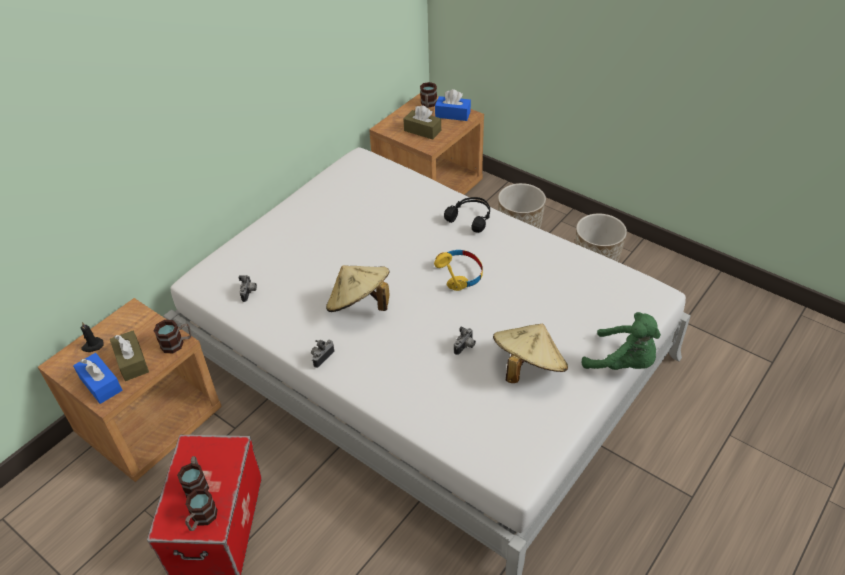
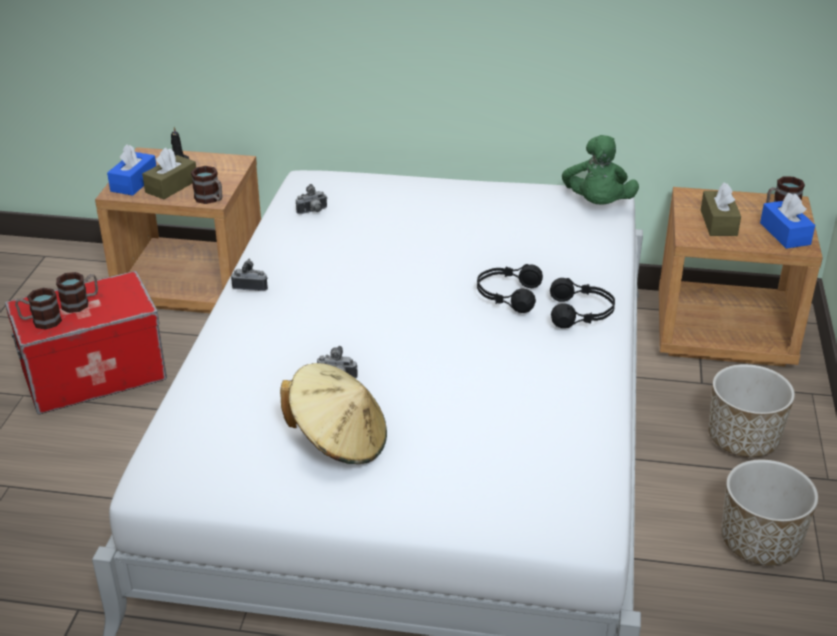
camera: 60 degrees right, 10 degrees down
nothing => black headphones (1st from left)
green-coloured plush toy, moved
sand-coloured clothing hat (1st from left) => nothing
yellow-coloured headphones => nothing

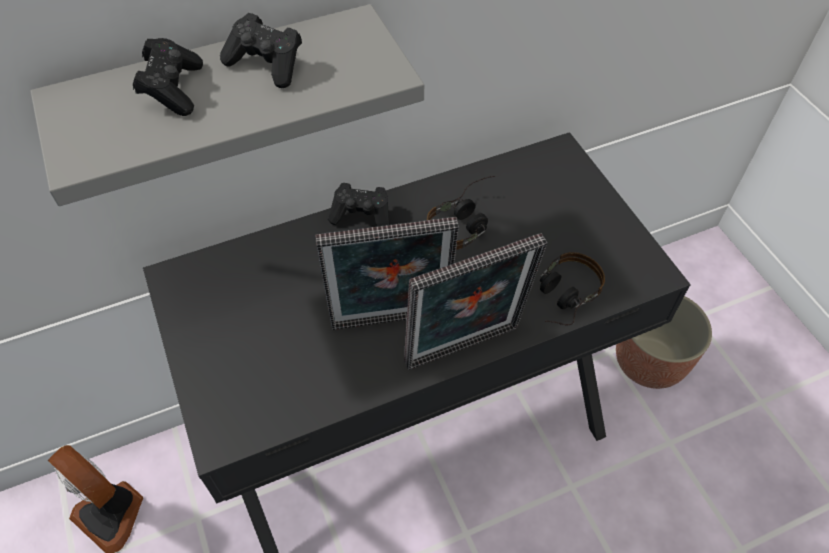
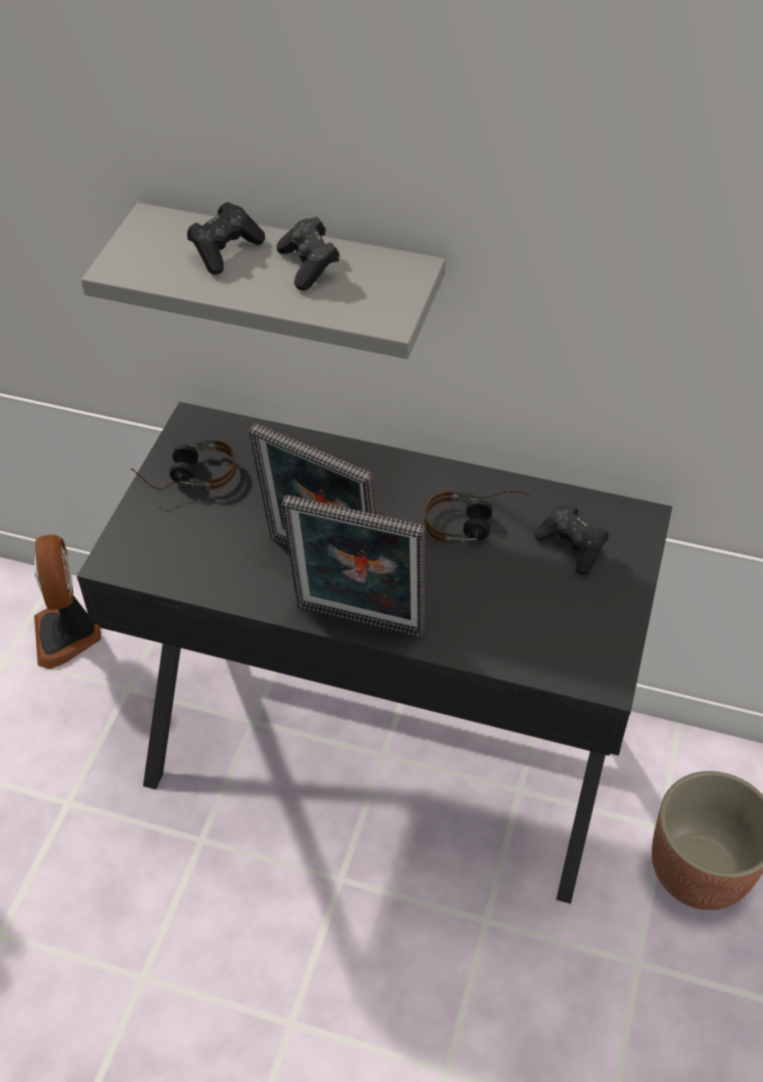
camera: 40 degrees right, 5 degrees down
headphones (2nd from left in the first image) => headphones (1st from left), moved
black gamepad (3rd from left), moved

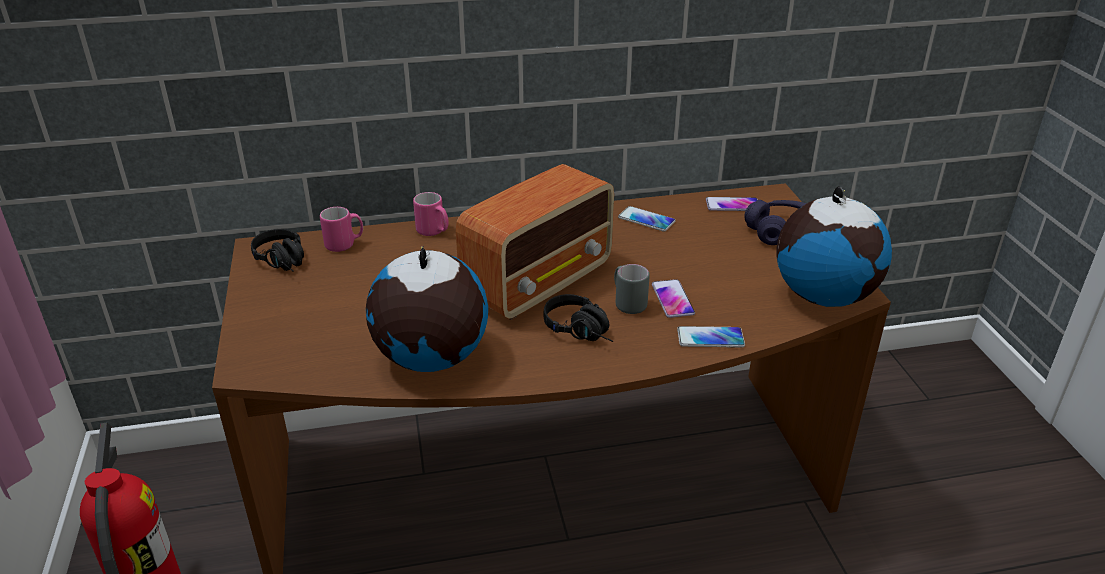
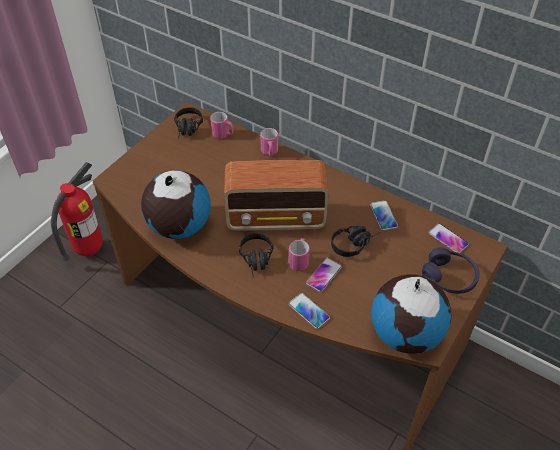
camera: 45 degrees right, 15 degrees up
greyish mug => pink mug (3rd from left)
nothing => black headphones (3rd from left)

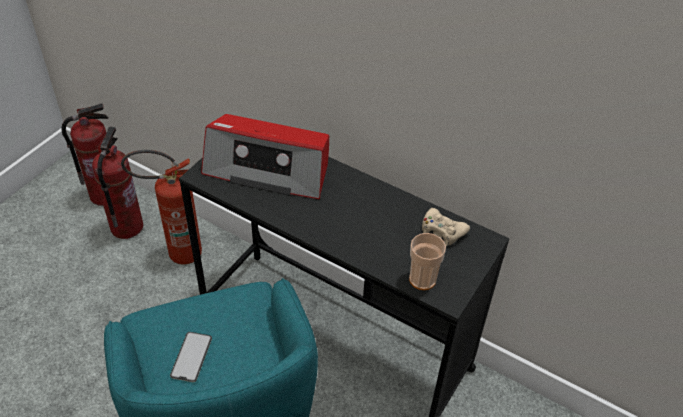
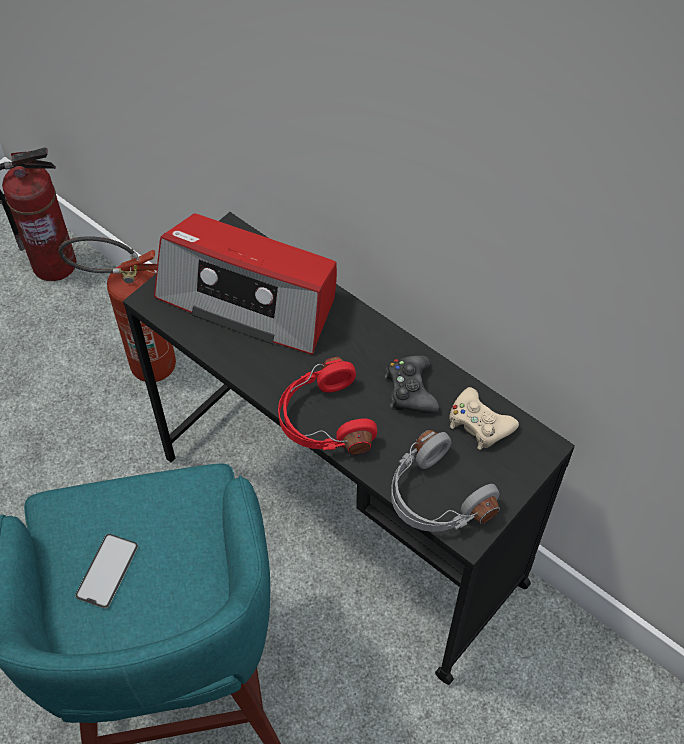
camera: 10 degrees right, 10 degrees up
nothing => reddish headphones
nothing => black gamepad
cup => greyish headphones
fire extinguisher (2nd from left) => nothing

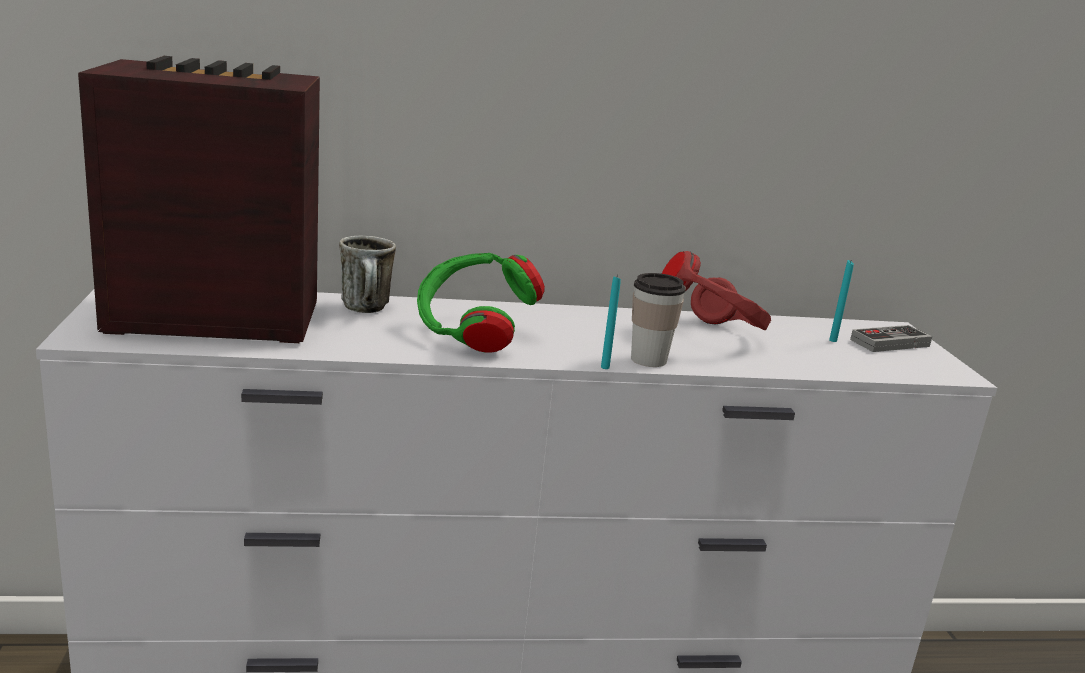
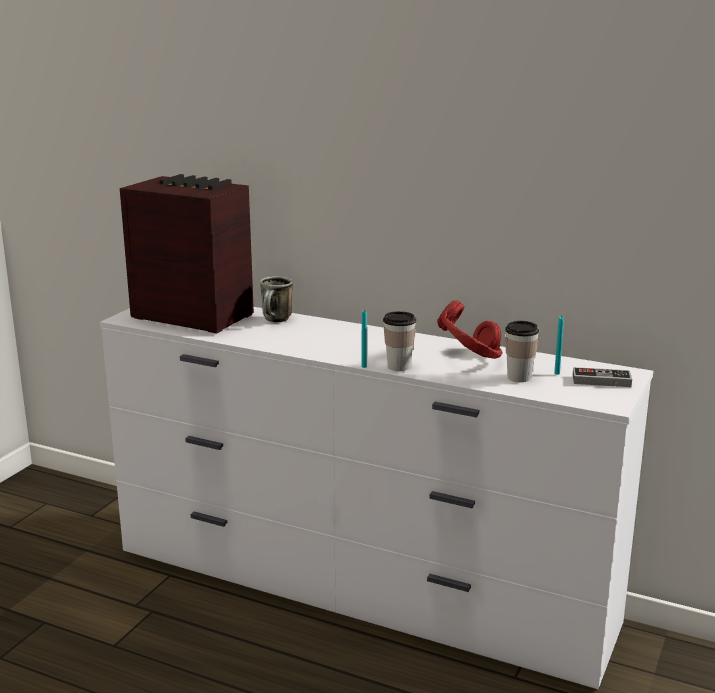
camera: 35 degrees right, 0 degrees up
nothing => cup (2nd from left)
green-coloured headphones => nothing

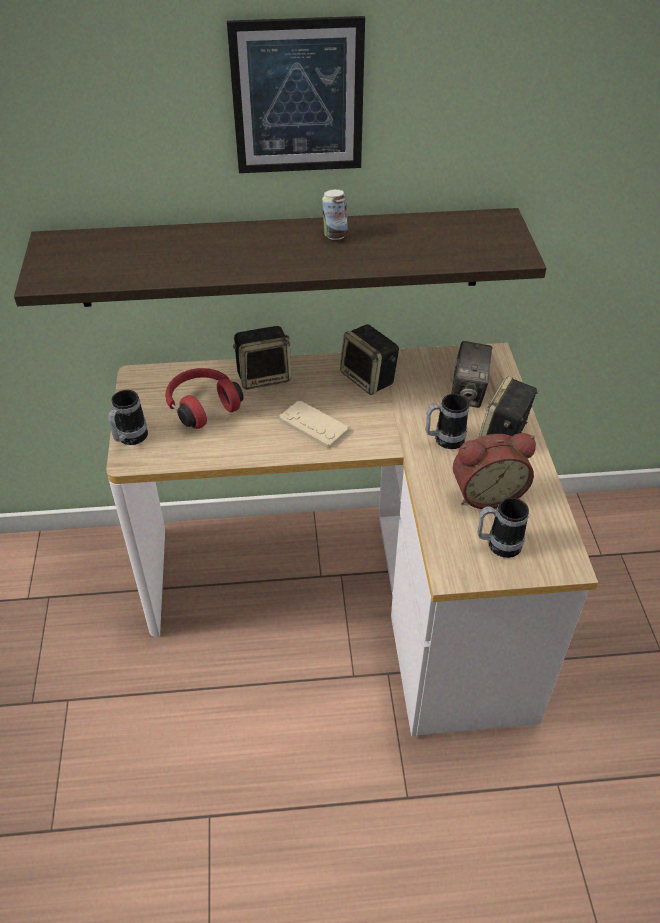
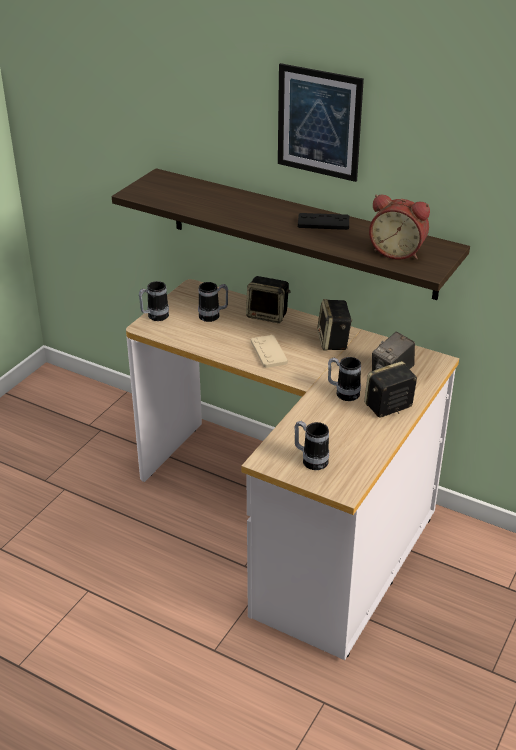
camera: 35 degrees right, 10 degrees down
reddish headphones => mug (2nd from left)
sealed can => black gamepad
bedside clock, moved

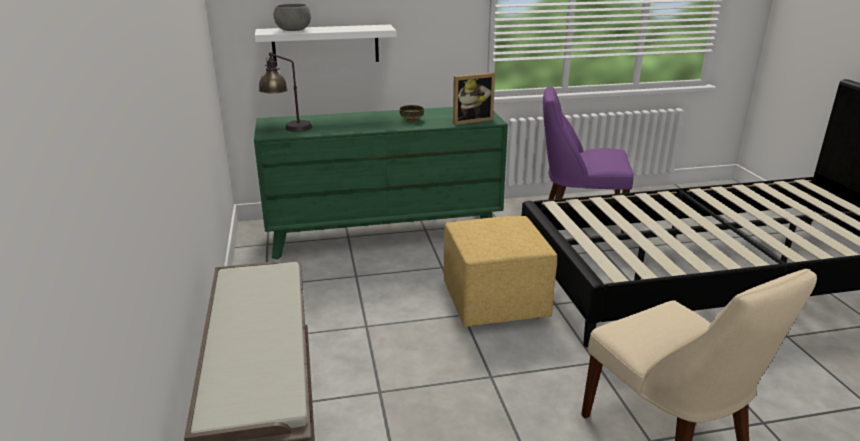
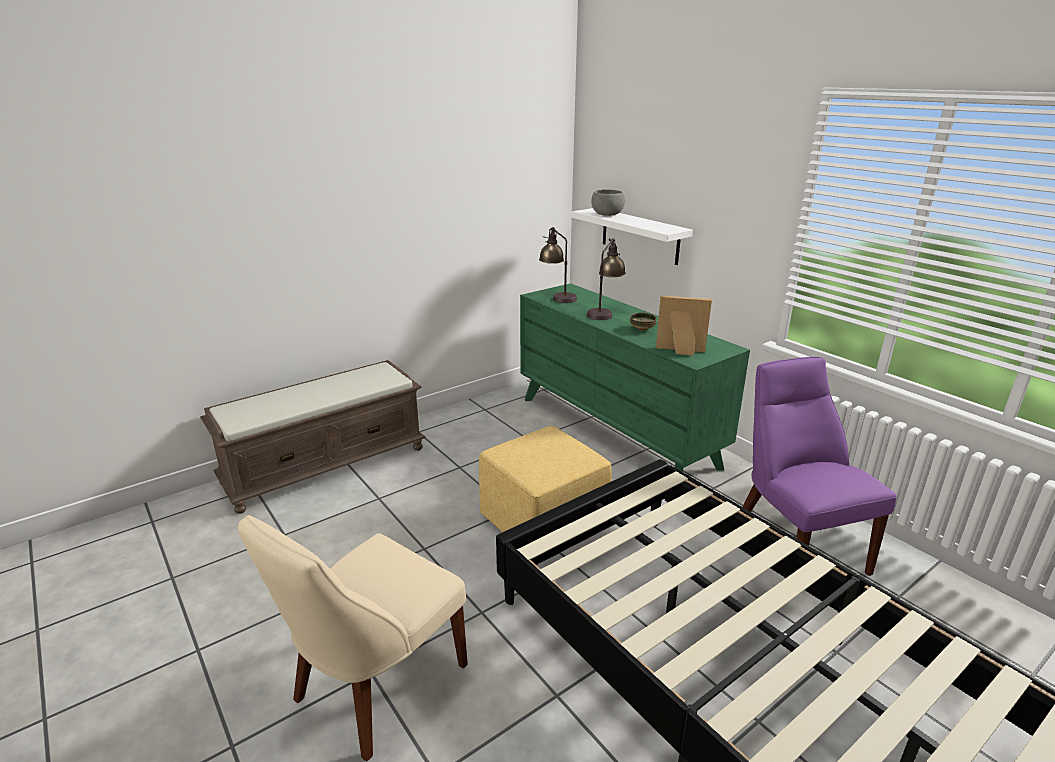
camera: 65 degrees right, 0 degrees up
nothing => tabletop lamp (2nd from left)
photo frame, 150 degrees clockwise

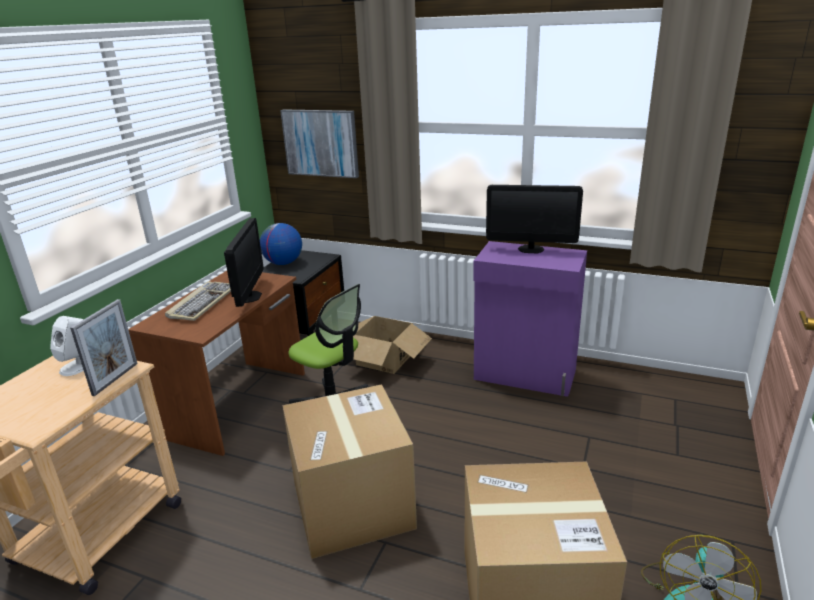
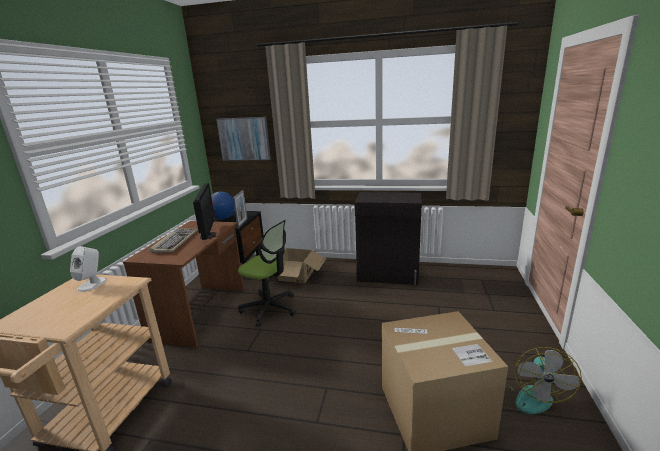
camera: 10 degrees left, 5 degrees down
photo frame, moved
purple cabinet => black cabinet
cardboard box (1st from left) => nothing
computer display (2nd from left) => nothing

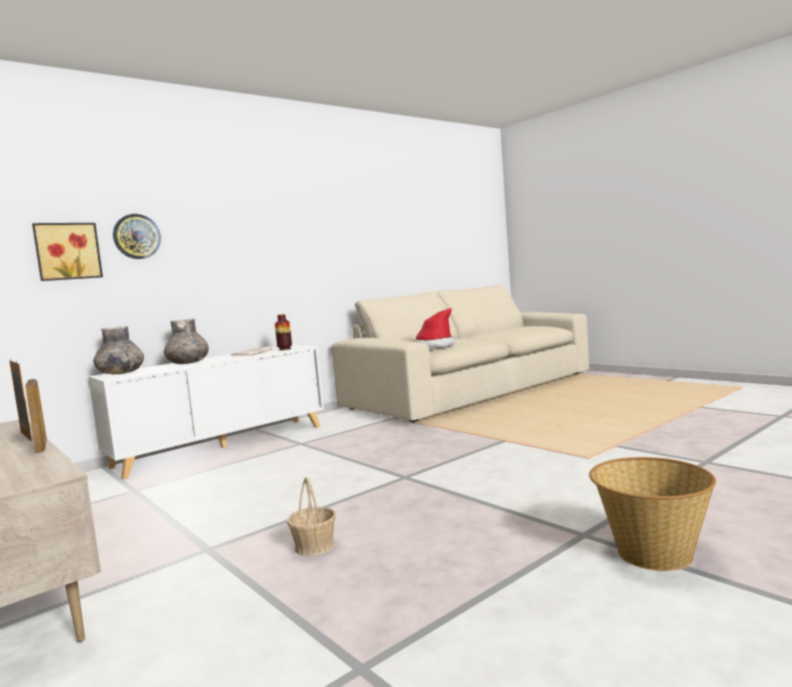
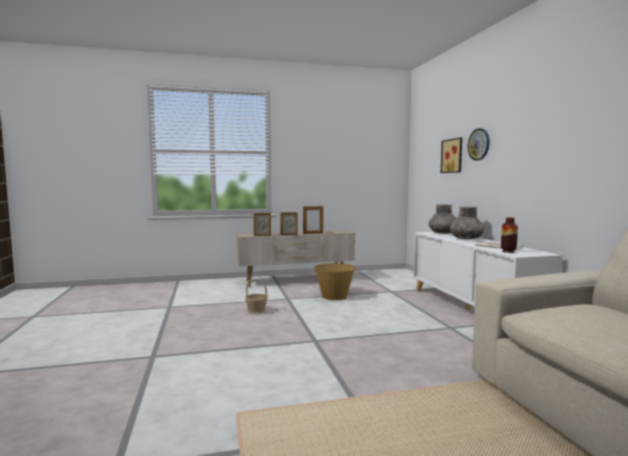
camera: 115 degrees right, 0 degrees up
nothing => photo frame (1st from left)
household basket (2nd from left), moved
clothing hat => nothing

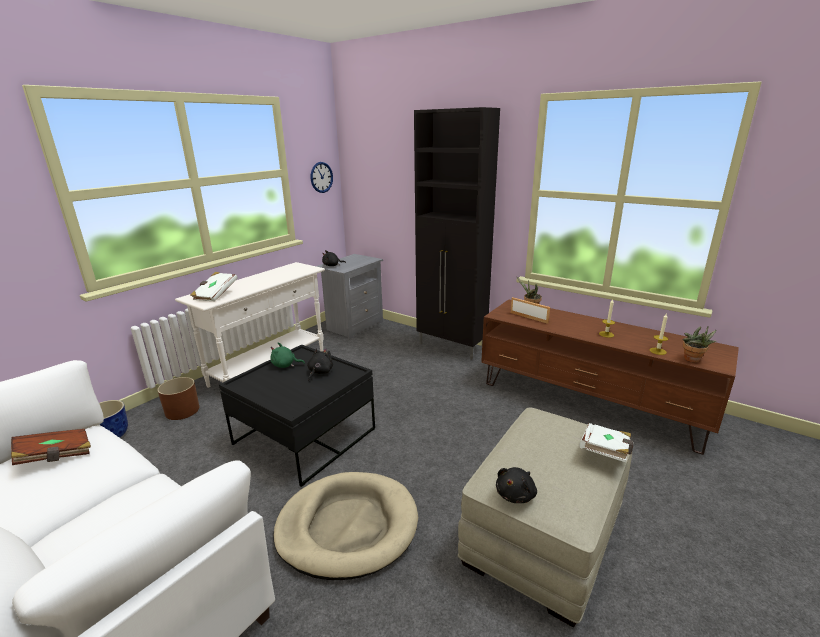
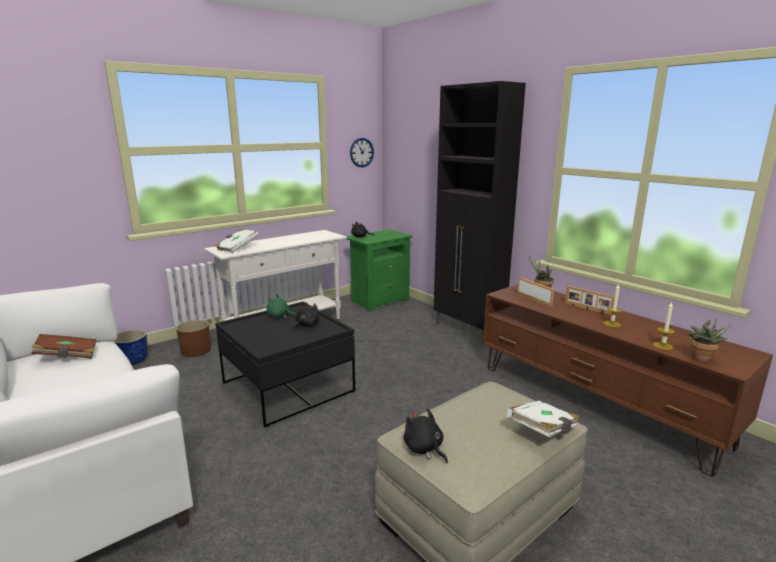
camera: 15 degrees right, 5 degrees down
greyish night table => green-coloured night table
black plush toy (3rd from left), 90 degrees clockwise
nothing => photo frame (2nd from left)
sand-coloured pet bed => nothing

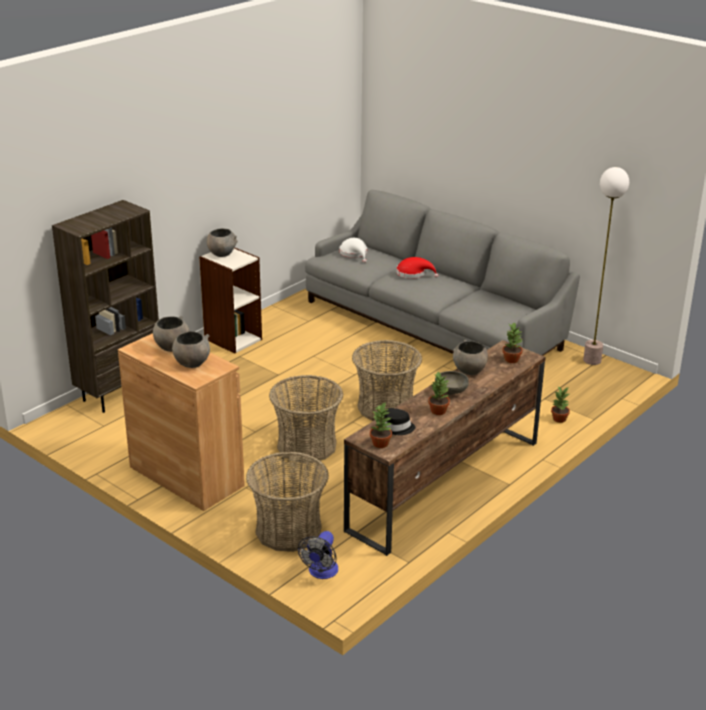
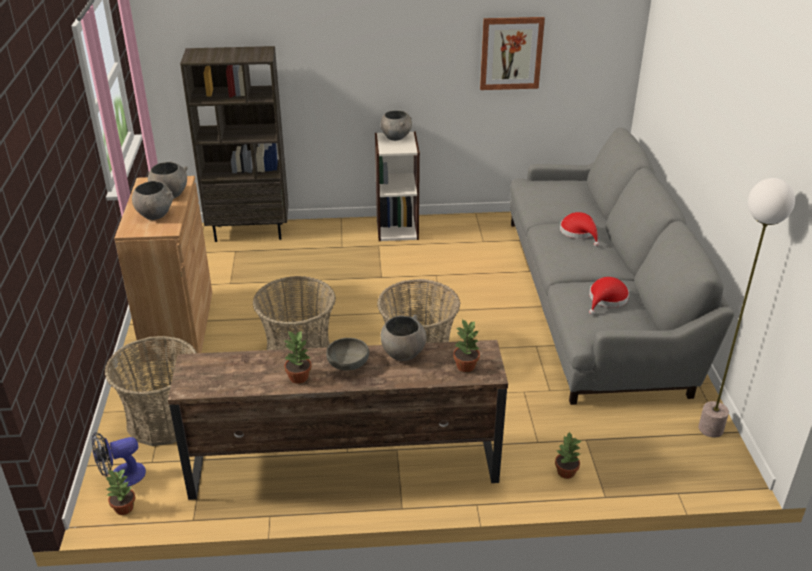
camera: 45 degrees right, 5 degrees up
potted plant (1st from left), moved
nothing => picture
nothing => reddish clothing hat (2nd from left)
white-coloured clothing hat => nothing
black clothing hat => nothing

